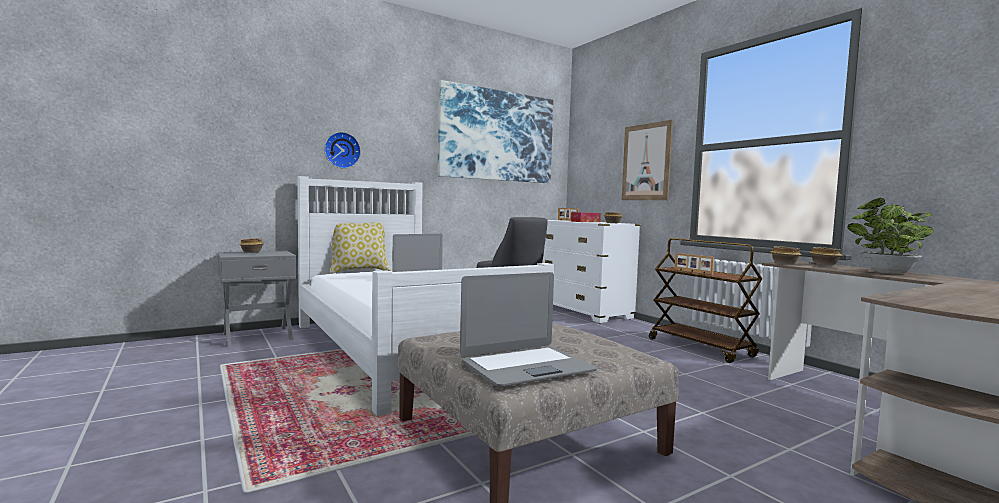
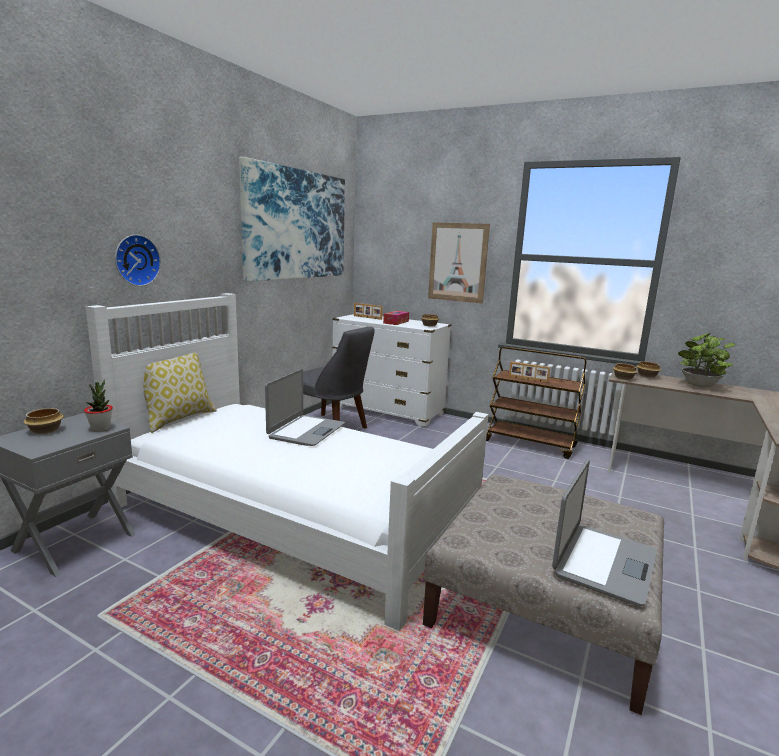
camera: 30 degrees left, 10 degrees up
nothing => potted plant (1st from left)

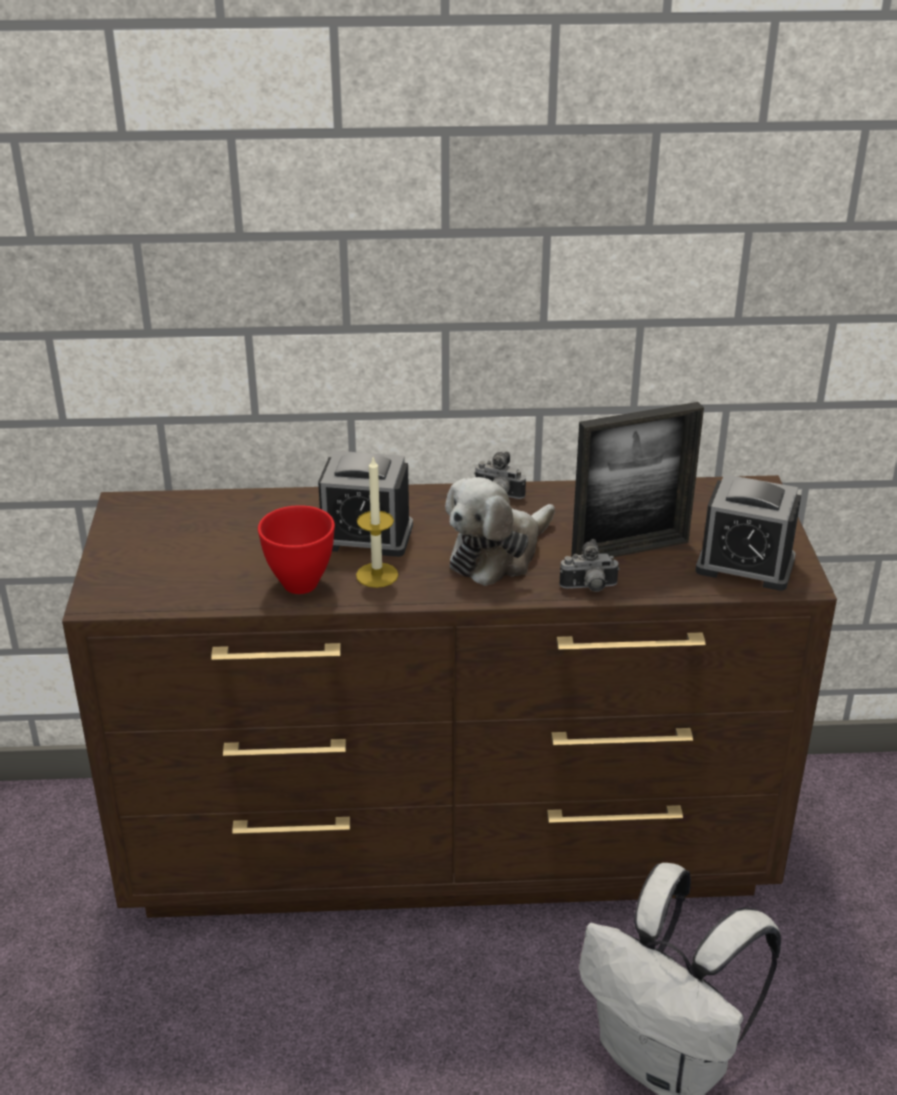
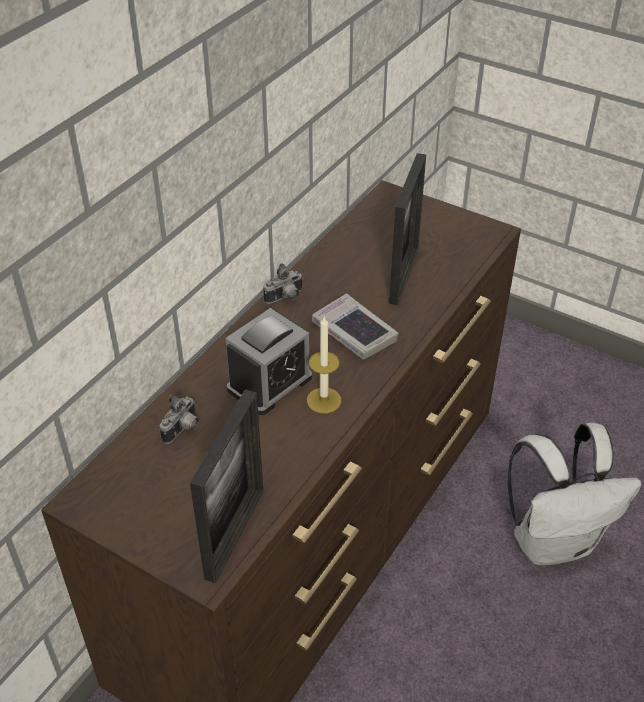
camera: 55 degrees left, 10 degrees up
photo camera (2nd from left in the first image) => photo camera (1st from left), moved
nothing => photo frame (1st from left)
plush toy => volume
reddish serving bowl => nothing
bedside clock (2nd from left) => nothing

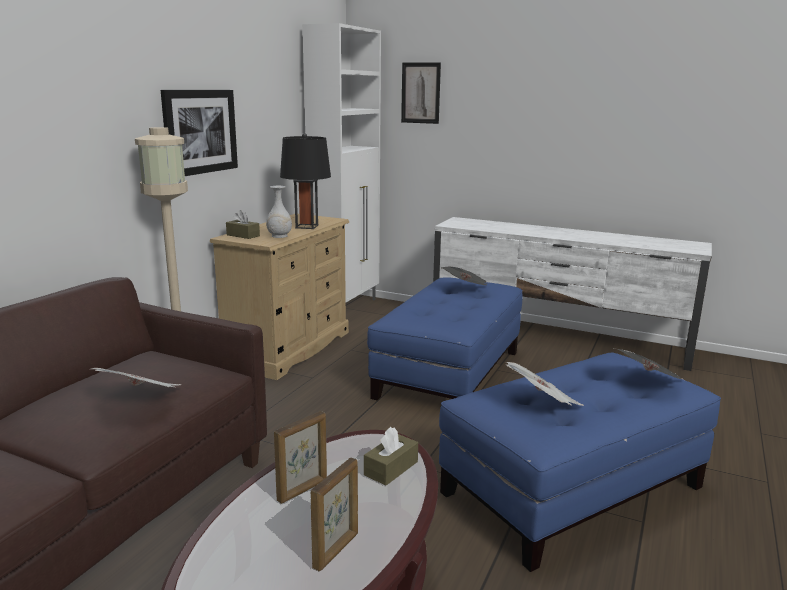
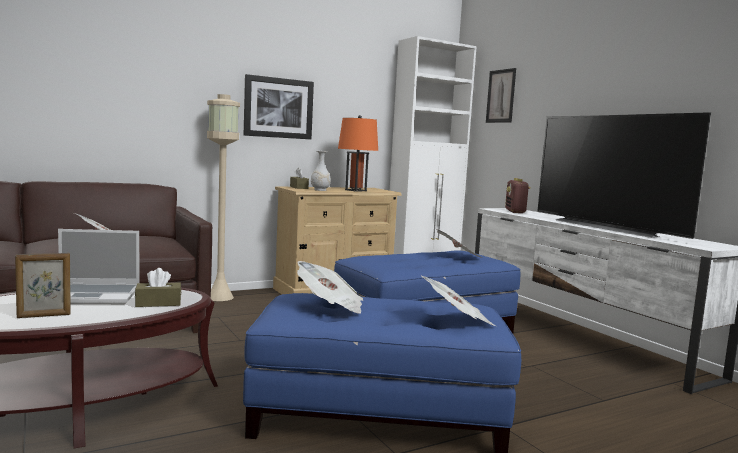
camera: 35 degrees right, 10 degrees down
photo frame (1st from left) => portable computer
black tabletop lamp => orange-coloured tabletop lamp
nothing => radio set
nothing => television

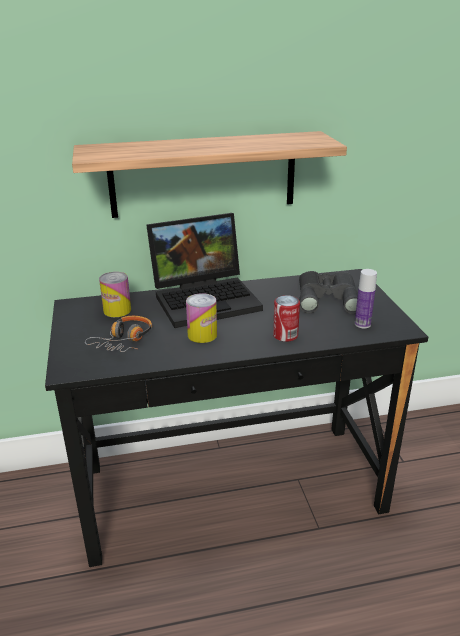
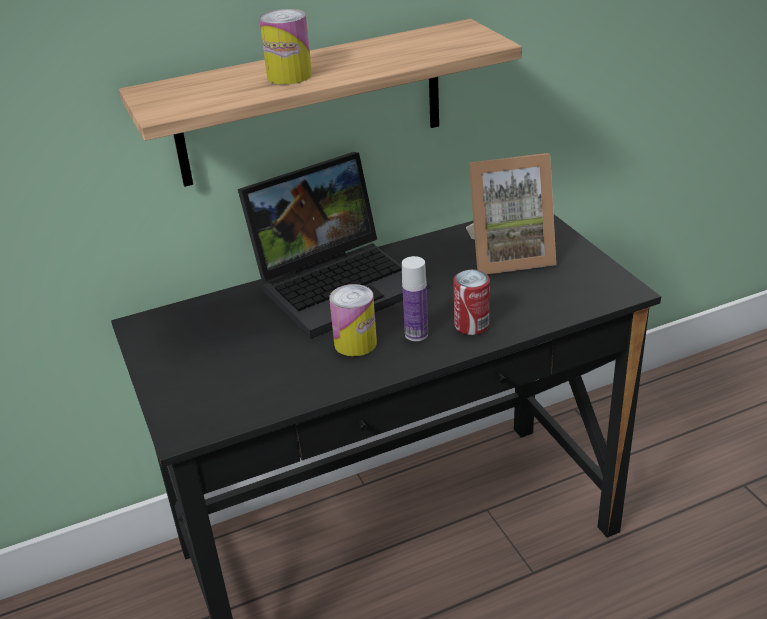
camera: 10 degrees left, 5 degrees up
sealed can (1st from left), moved
beverage bottle, moved
greyish binoculars => photo frame
headphones => nothing

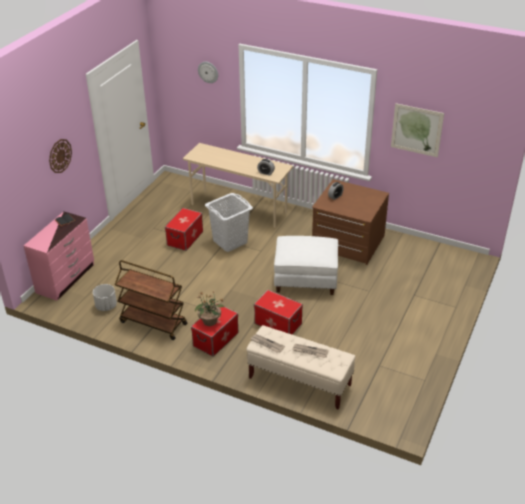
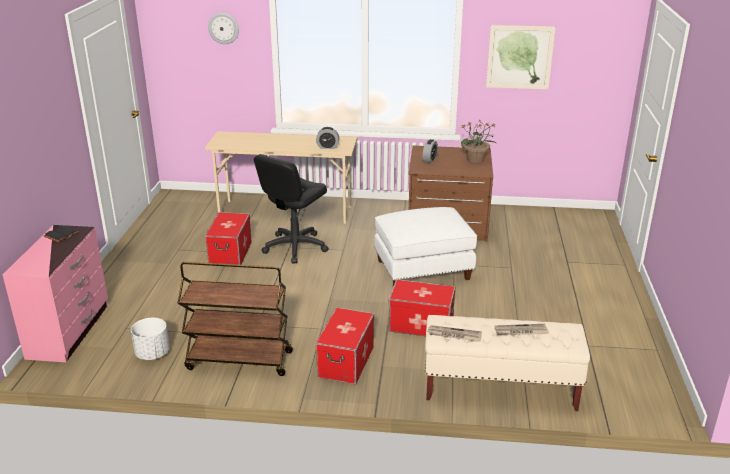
camera: 20 degrees left, 10 degrees down
white-coloured laundry basket => black office chair
potted plant, moved
clock on the wall (1st from left) => nothing

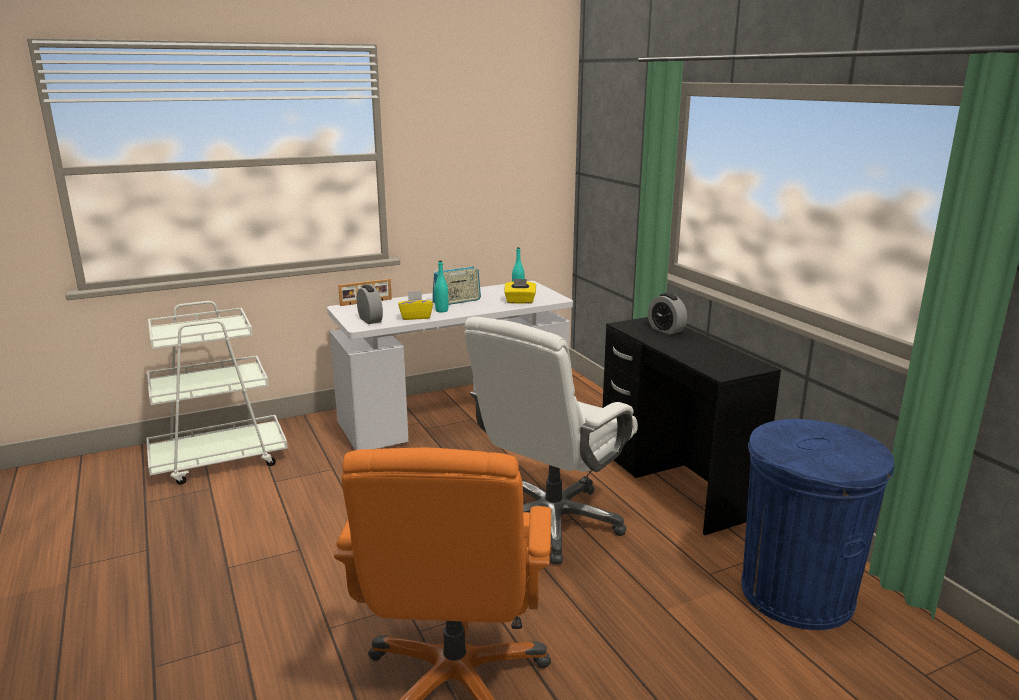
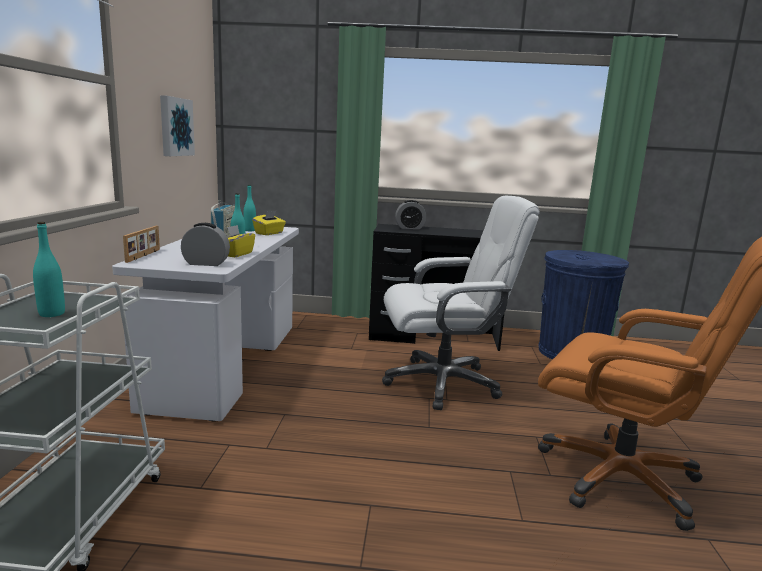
camera: 60 degrees left, 5 degrees down
nothing => blue-green beverage bottle (1st from left)
nothing => picture
white-coloured office chair, 75 degrees counterclockwise

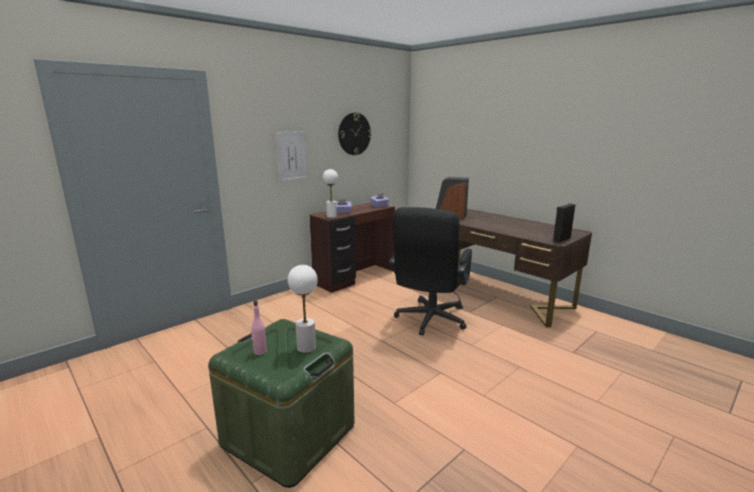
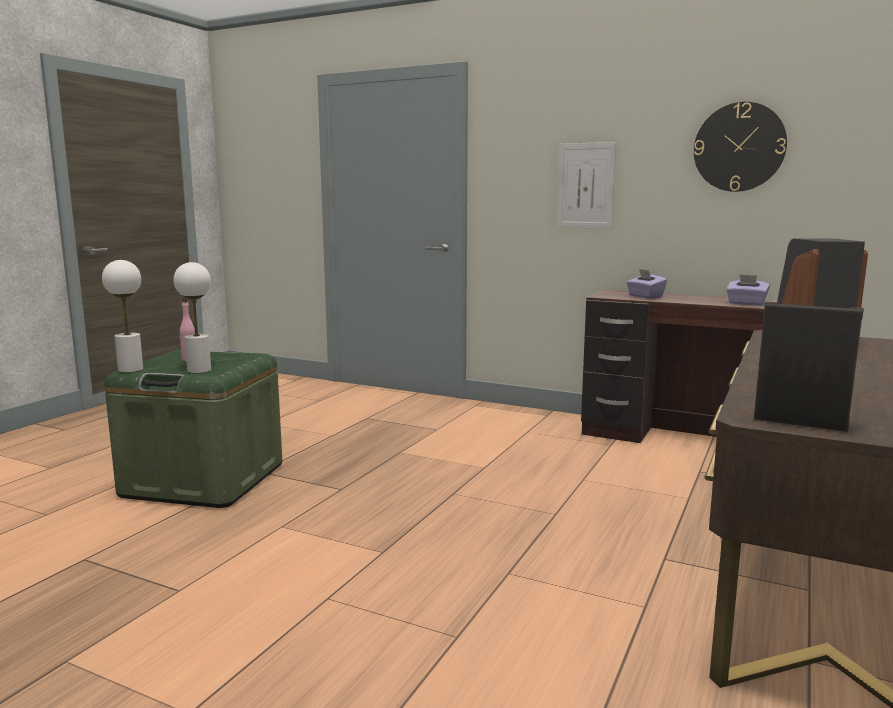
camera: 70 degrees right, 5 degrees down
white-coloured tabletop lamp (2nd from left in the first image) => white-coloured tabletop lamp (1st from left), moved
black office chair => nothing

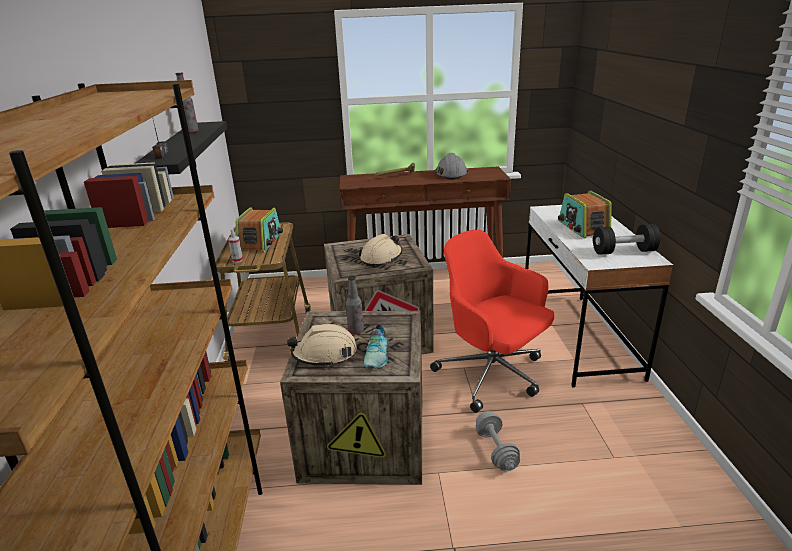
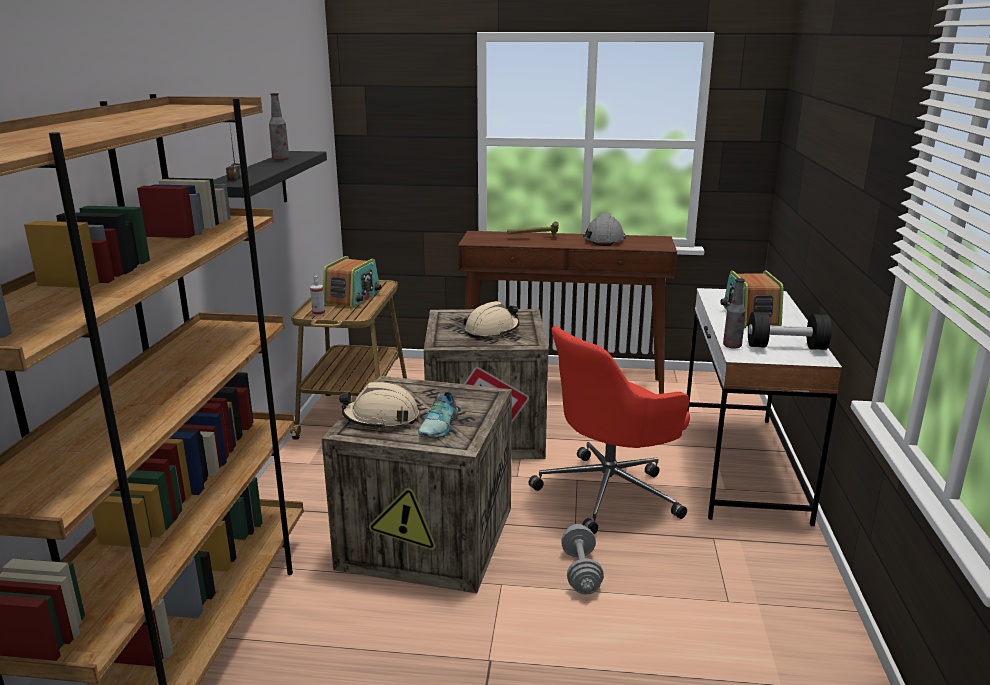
camera: 10 degrees right, 5 degrees down
reddish office chair, 90 degrees counterclockwise
beverage bottle (2nd from left), moved

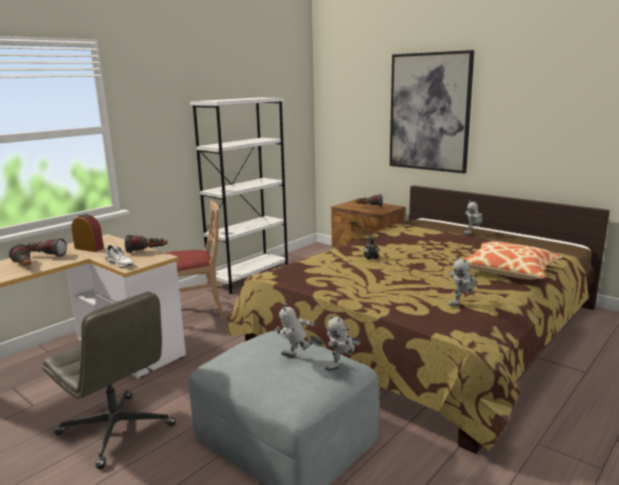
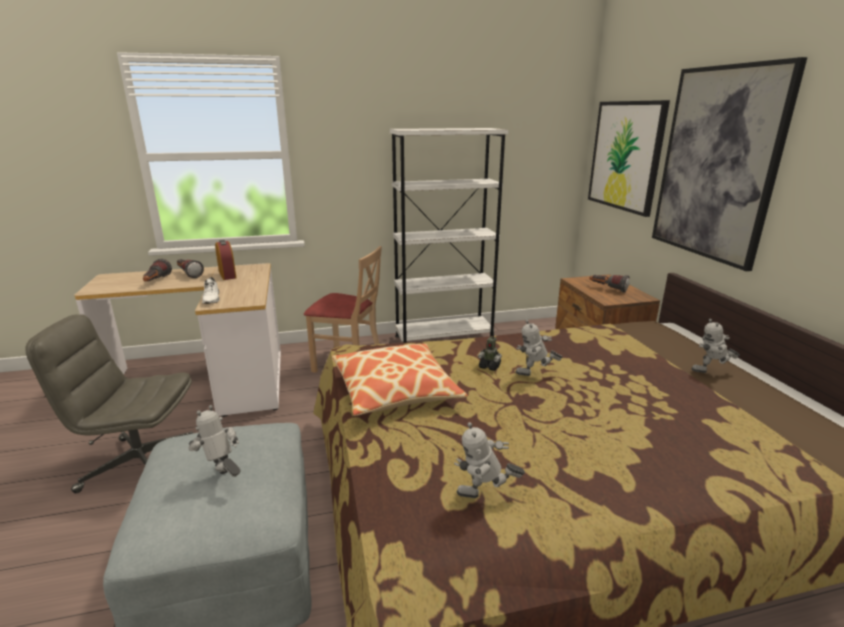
camera: 35 degrees right, 5 degrees up
greyish office chair, 105 degrees clockwise
pillow, moved
toy robot (2nd from left in the first image) => toy robot (4th from left), moved
nothing => picture (1st from left)
flashlight (3rd from left) => nothing

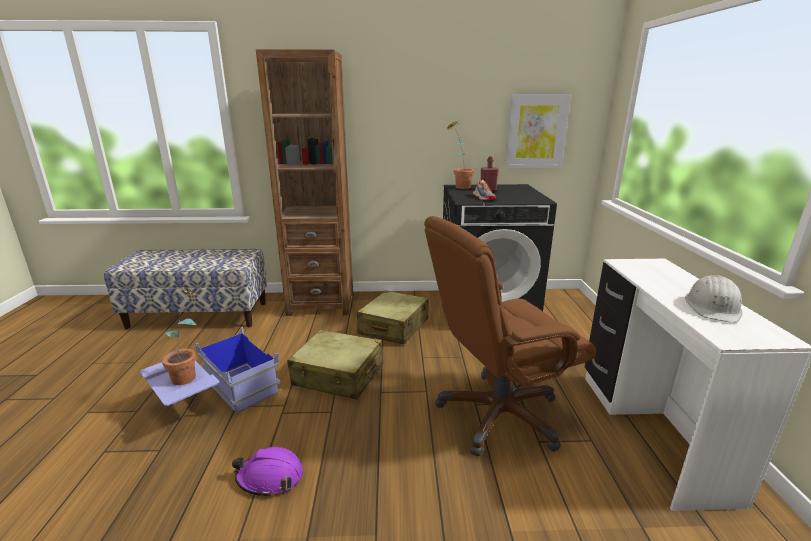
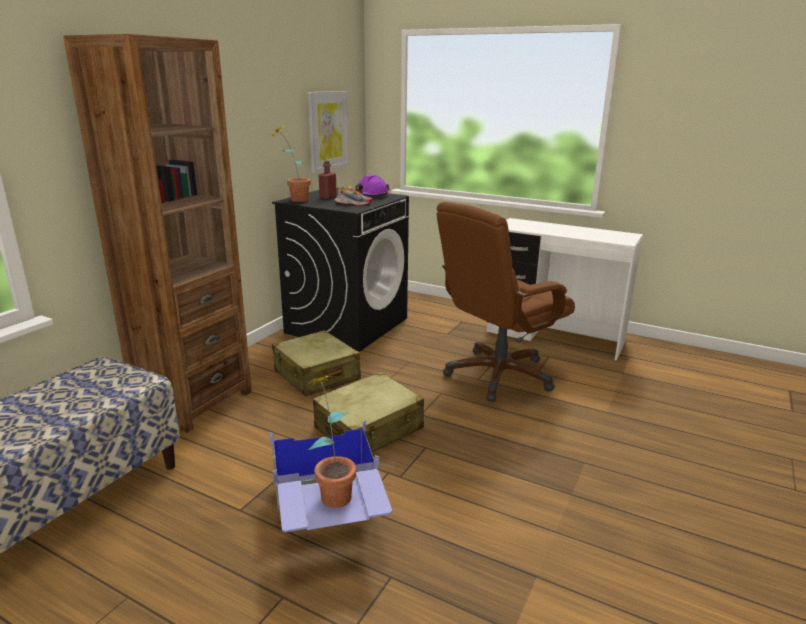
camera: 60 degrees left, 0 degrees up
purple safety helmet, moved
brownish office chair, 45 degrees clockwise
white-coloured safety helmet => nothing

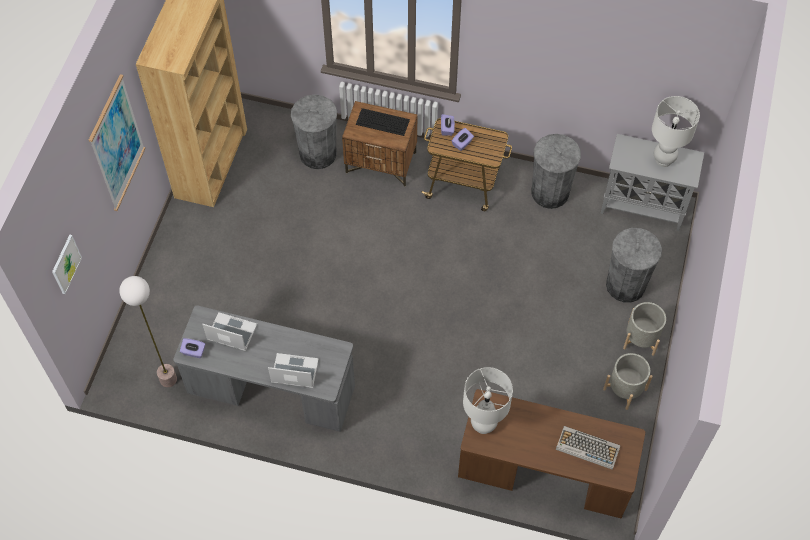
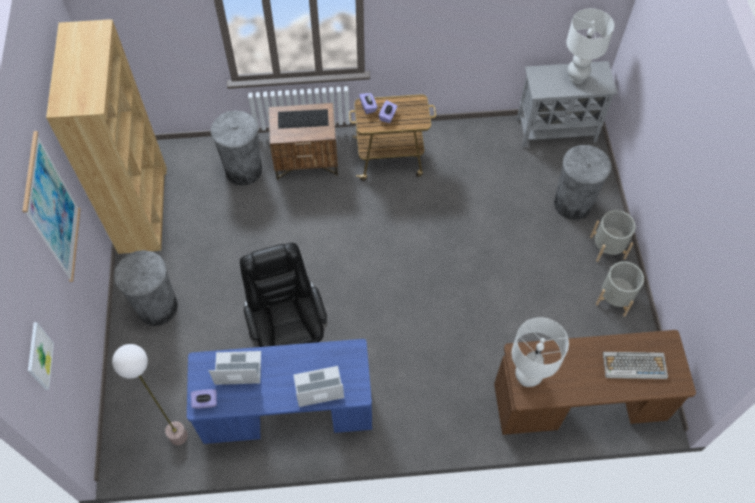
camera: 20 degrees left, 0 degrees up
greyish trash can (2nd from left in the first image) => greyish trash can (1st from left), moved
greyish desk table => bluish desk table
nothing => black office chair

